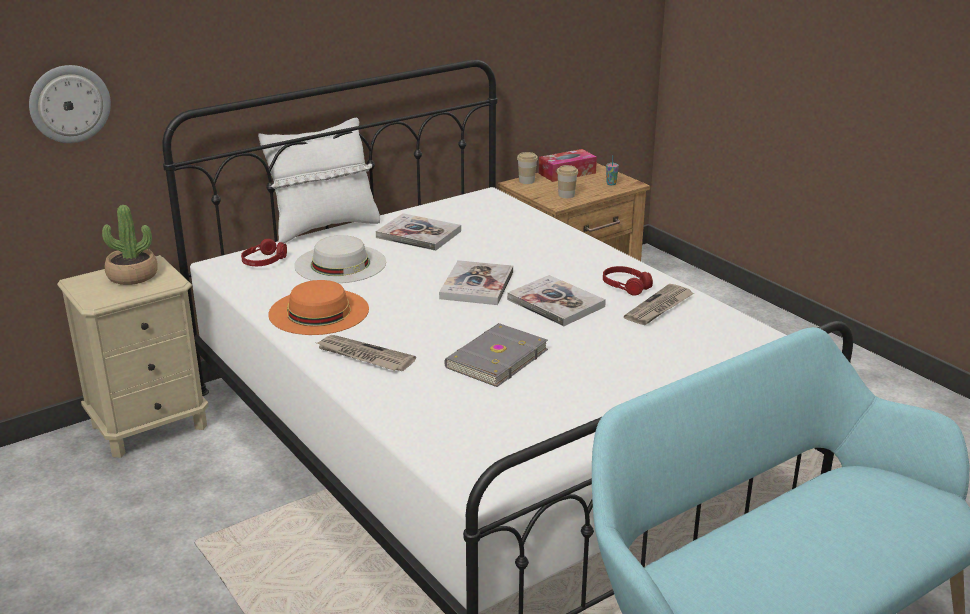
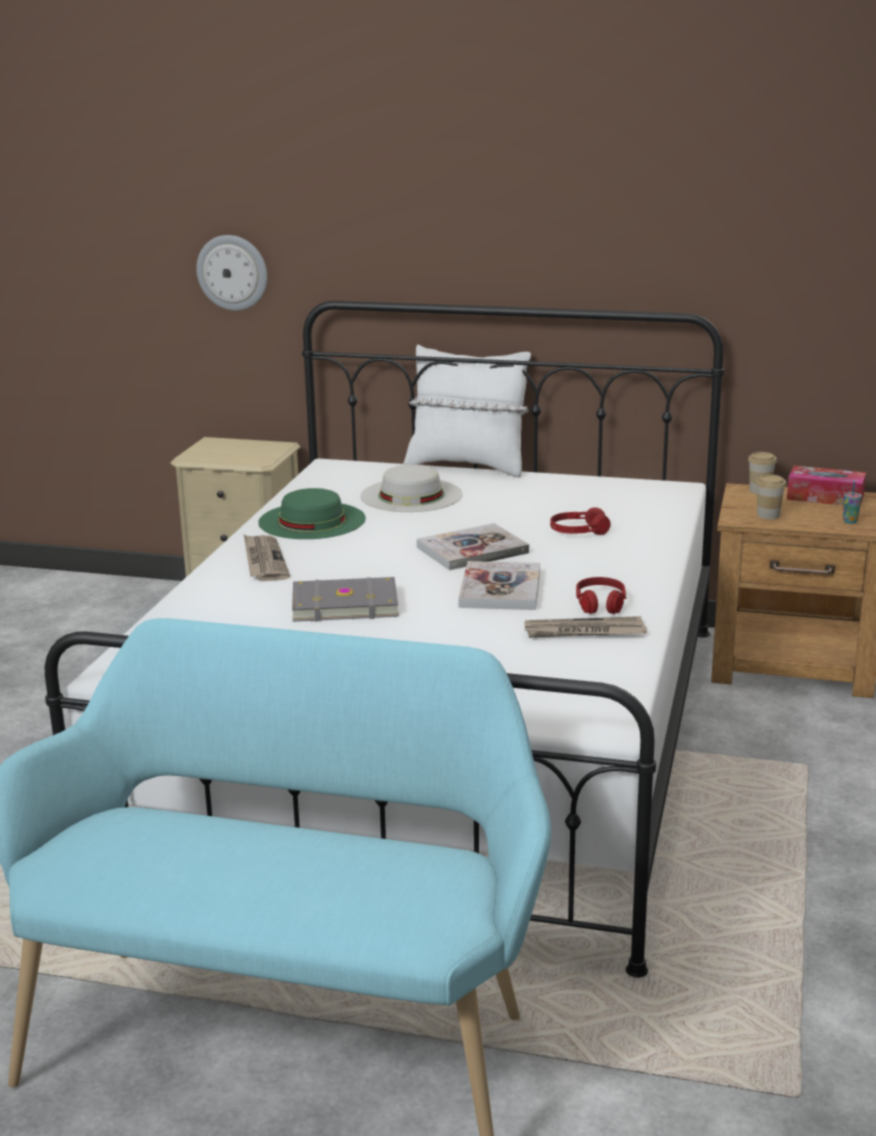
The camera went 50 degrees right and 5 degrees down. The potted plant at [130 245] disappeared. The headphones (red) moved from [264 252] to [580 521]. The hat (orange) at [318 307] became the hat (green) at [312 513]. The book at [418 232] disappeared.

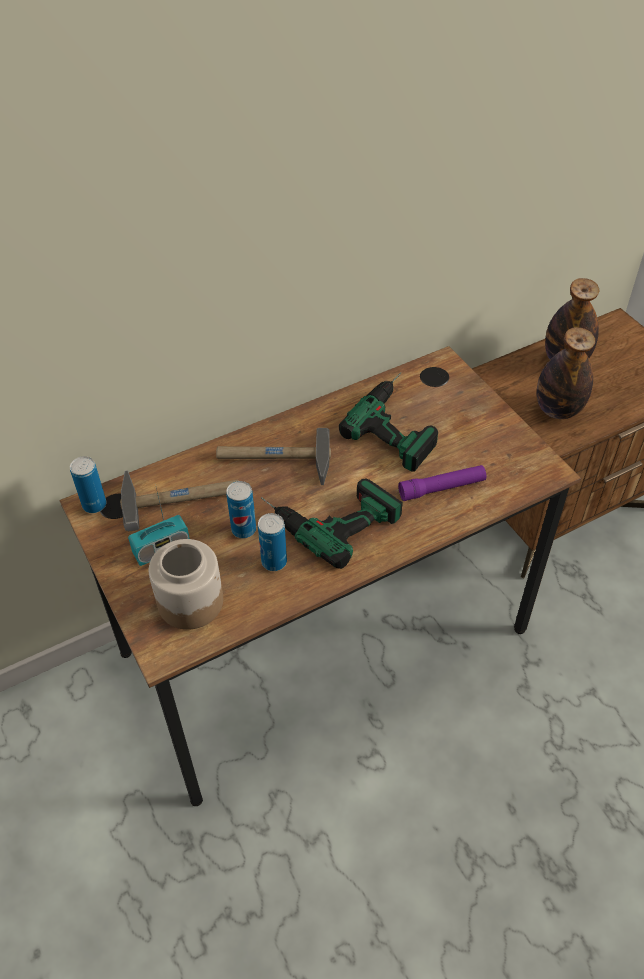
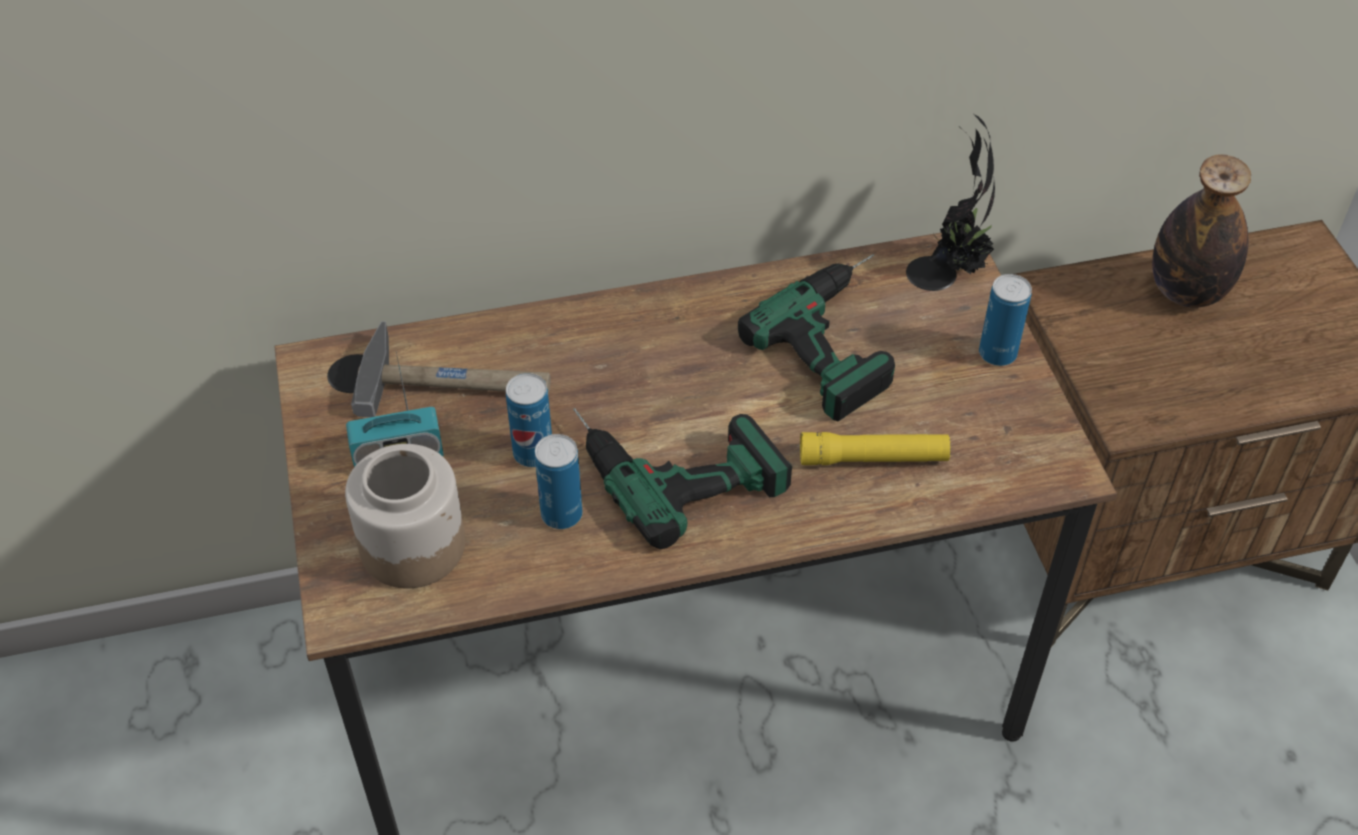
The camera went 15 degrees right and 0 degrees up. The can moved from [88 484] to [1005 320]. The hammer at [273 456] disappeared. The flashlight (purple) at [442 483] became the flashlight (yellow) at [875 448]. The bottle at [566 373] disappeared. The potted plant at [962 194] appeared.

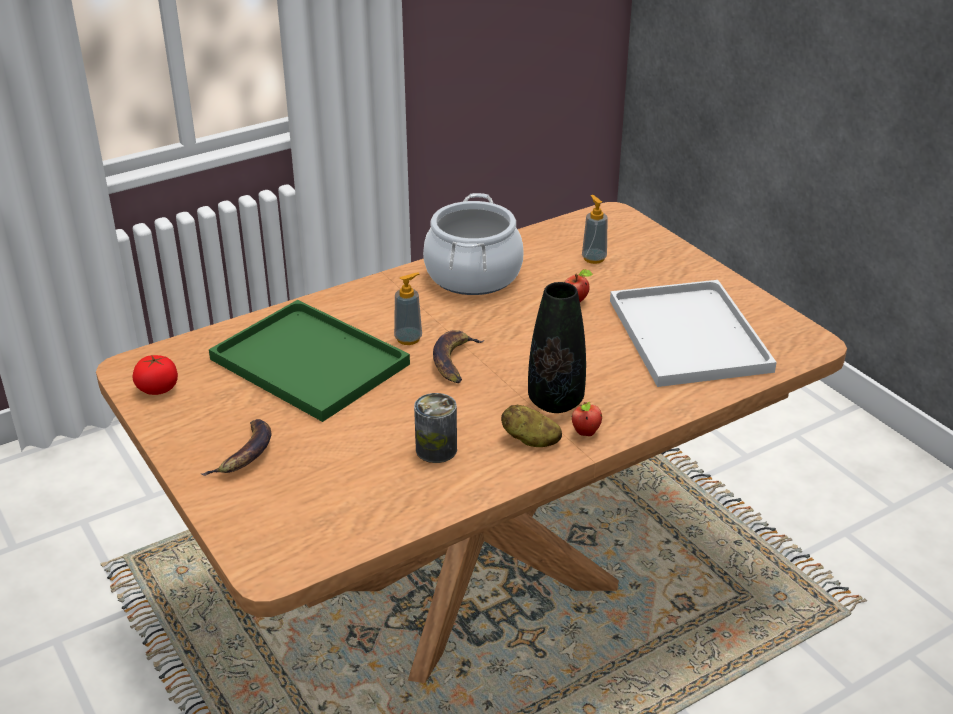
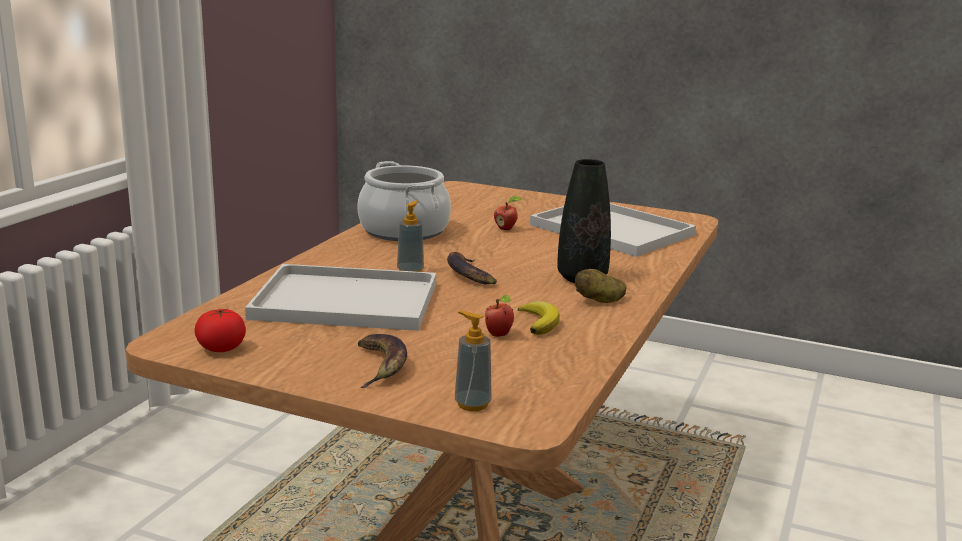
The camera went 35 degrees left and 15 degrees down. The tray (green) at [309 361] became the tray (white) at [340 297]. The can at [435 428] was replaced by the banana at [539 318]. The apple moved from [586 419] to [499 315]. The soap dispenser moved from [595 229] to [473 361].

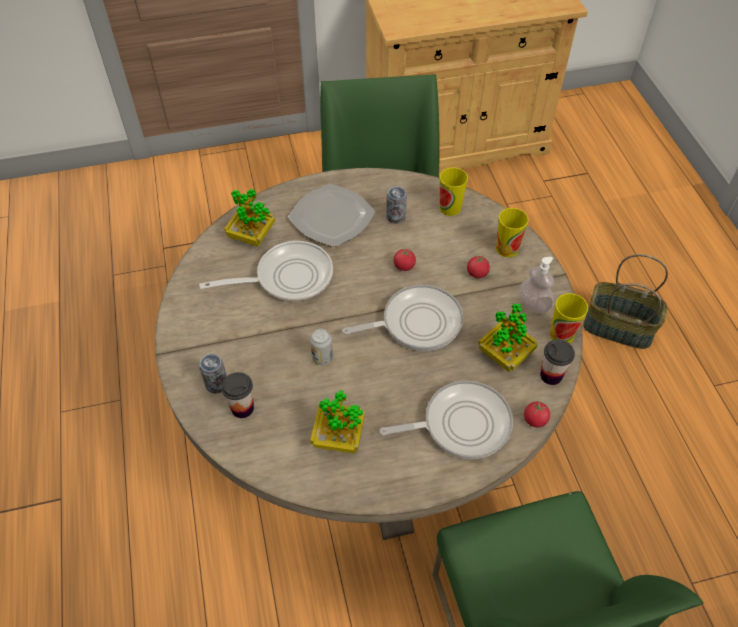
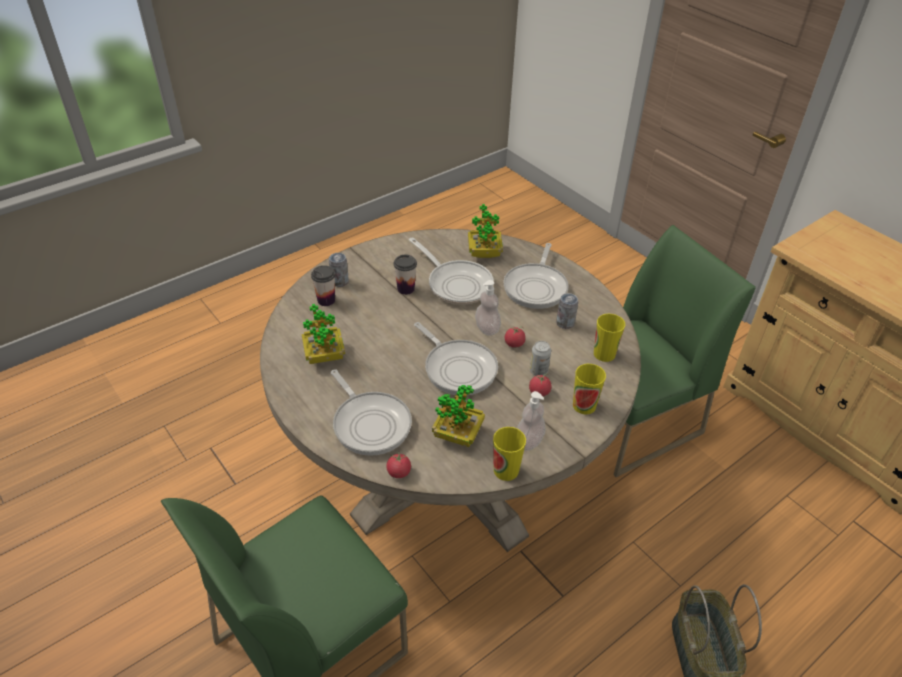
The camera went 65 degrees right and 10 degrees down. The plate at [332 215] was replaced by the frying pan at [536 276]. The can moved from [321 346] to [540 358]. The cup moved from [557 362] to [405 274]. The soap dispenser at [488 308] appeared.

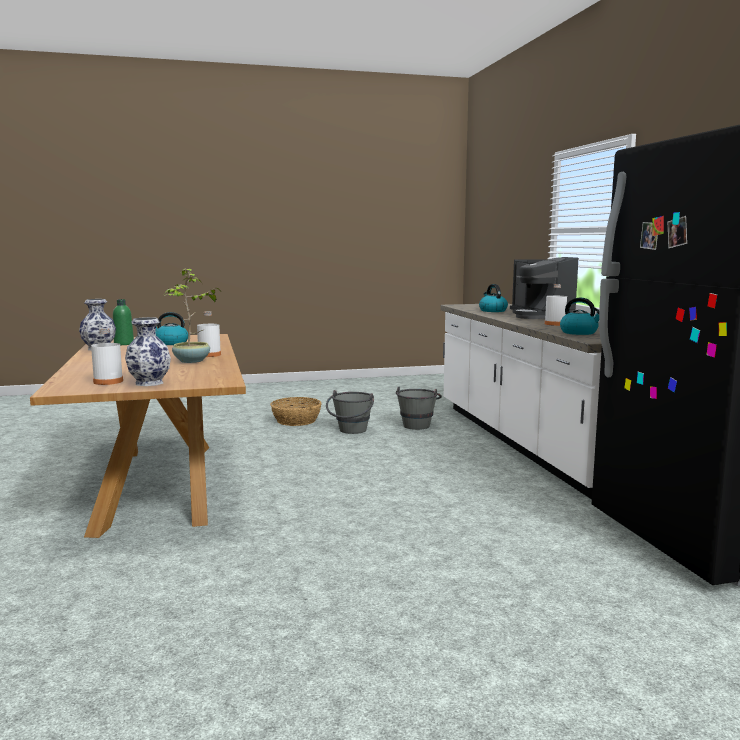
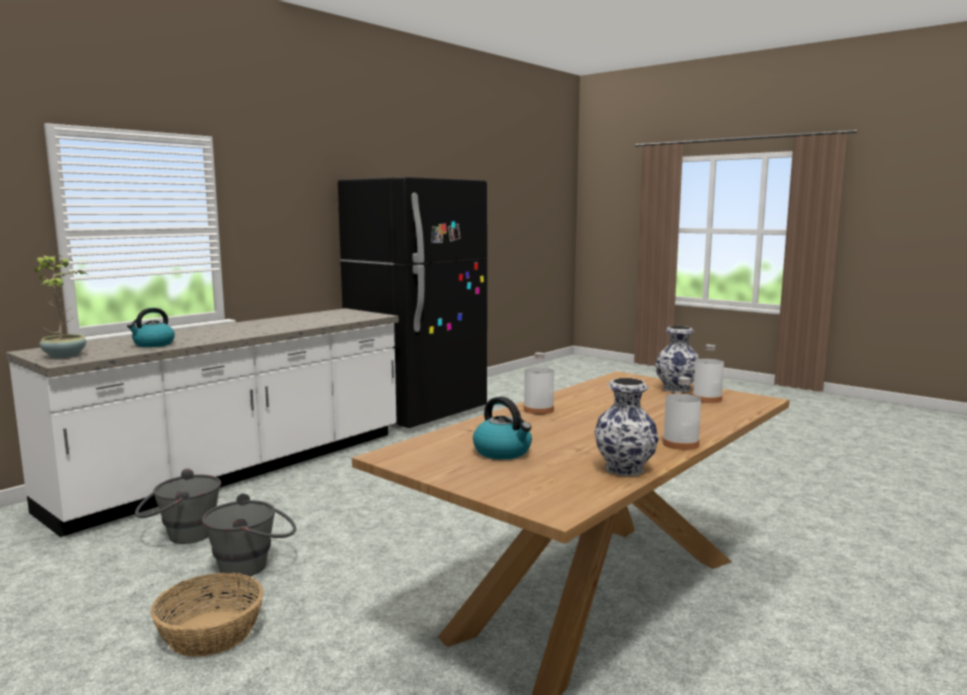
The camera went 125 degrees left and 0 degrees up. The bottle (green) at [123 322] disappeared. The potted plant moved from [192 315] to [60 306]. The coffee machine at [544 288] disappeared. The bottle (white) moved from [556 305] to [682 413]. The kettle at [579 316] disappeared.

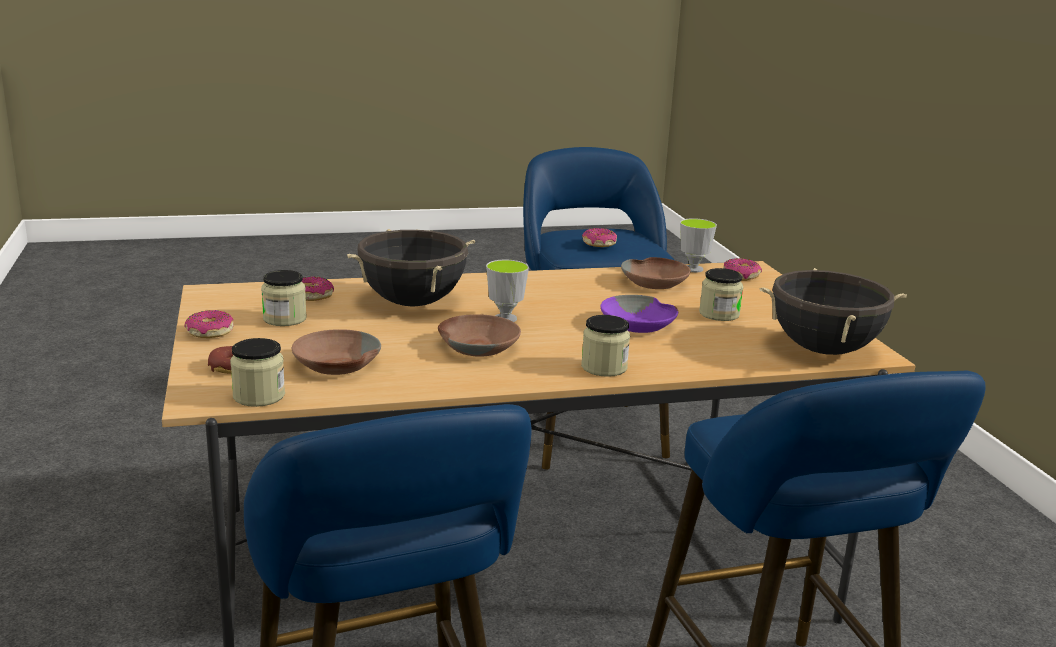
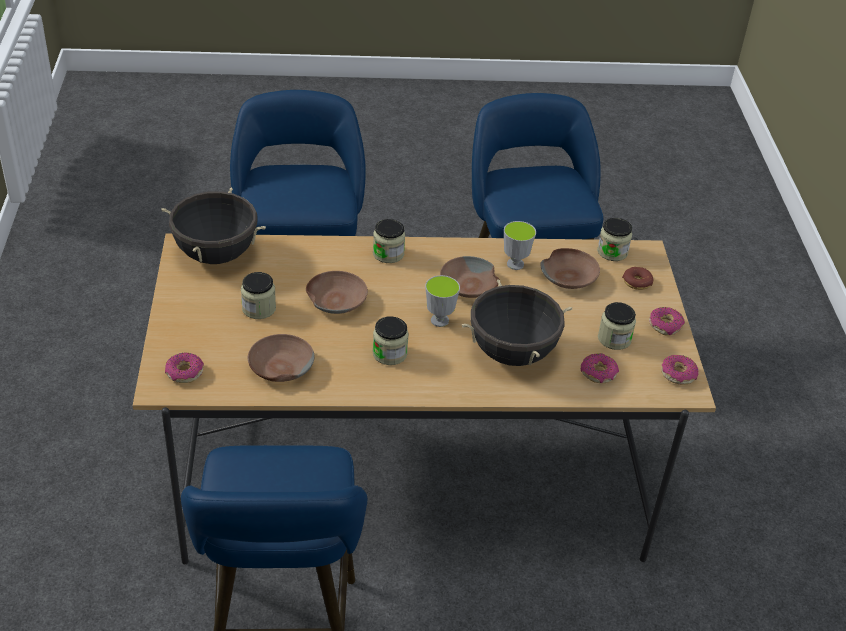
The camera went 170 degrees left and 20 degrees up. The donut moved from [599 237] to [679 370]. The bowl (purple) at [639 314] became the bowl (brown) at [337 292]. The cup moved from [698 245] to [520 245]. The jar at [391 340] appeared.

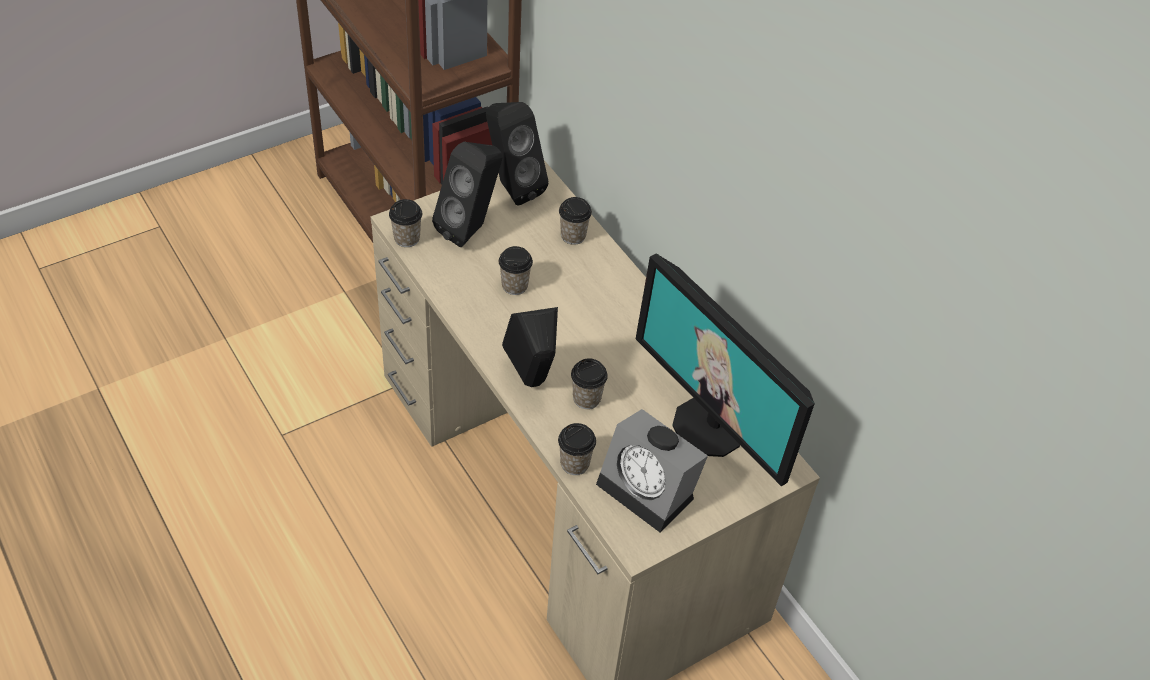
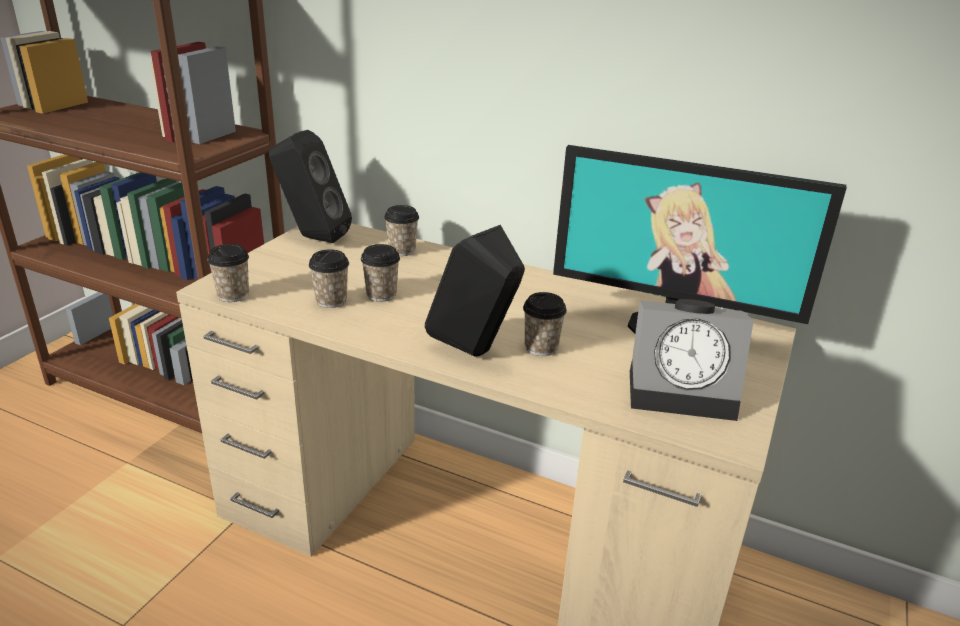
The camera went 30 degrees left and 20 degrees down. The speaker (black) at [467 194] disappeared. The cup moved from [577 449] to [329 278].

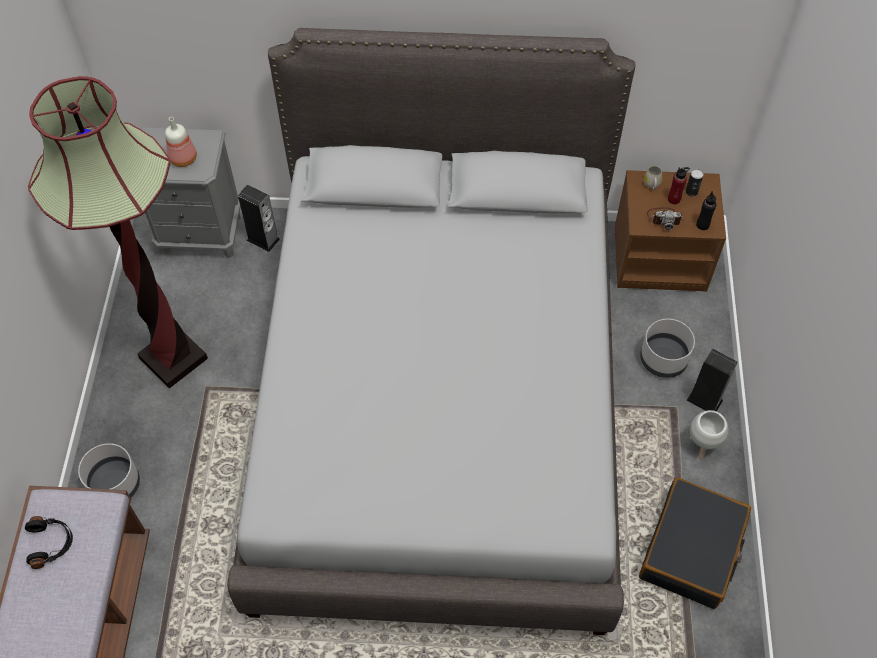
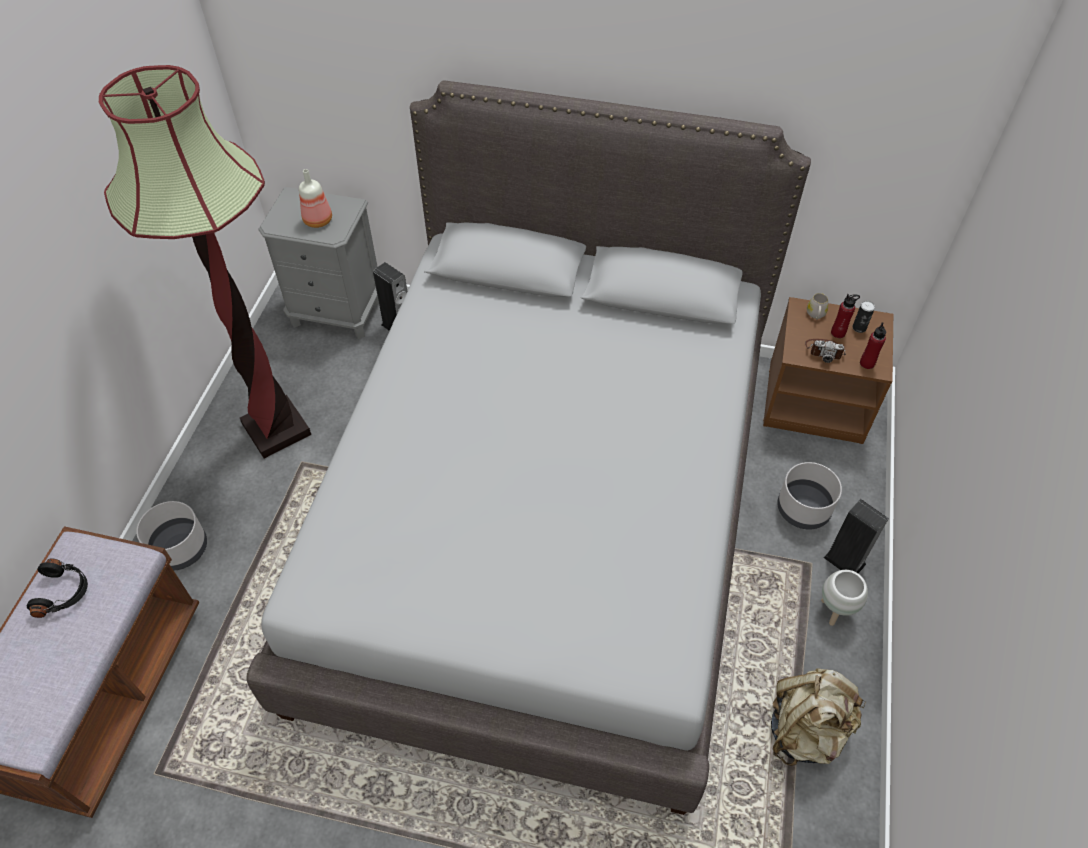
The camera went 10 degrees right and 5 degrees down. The suitcase (black) at [695 543] was replaced by the backpack (beige) at [818 717]. The bottle (black) at [706 210] became the bottle (red) at [873 345].

